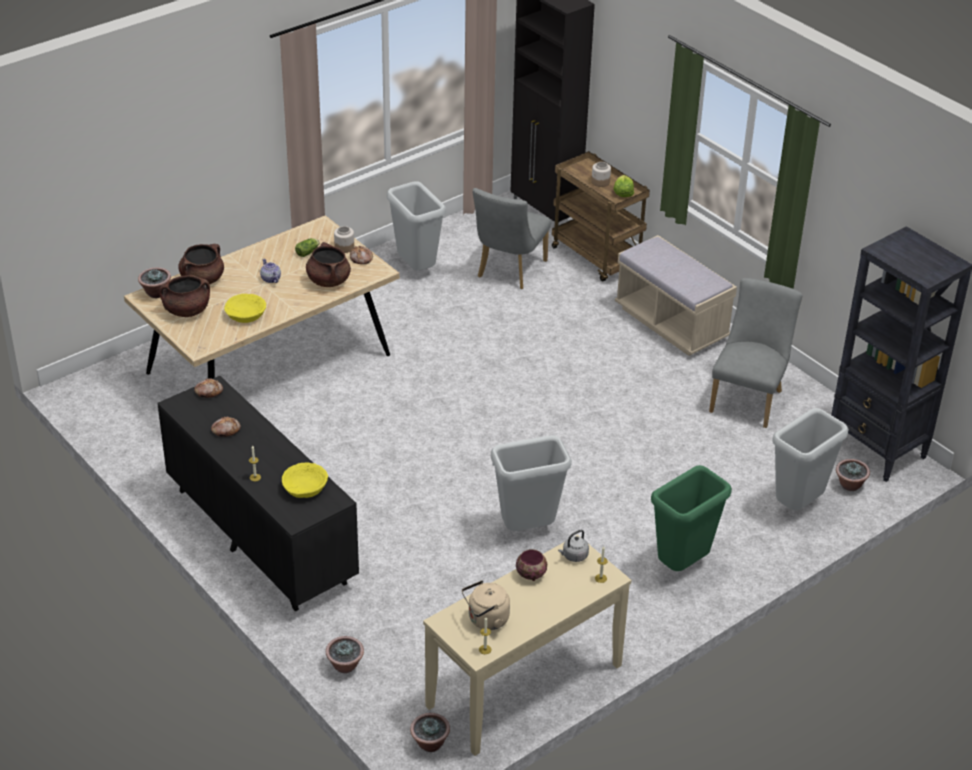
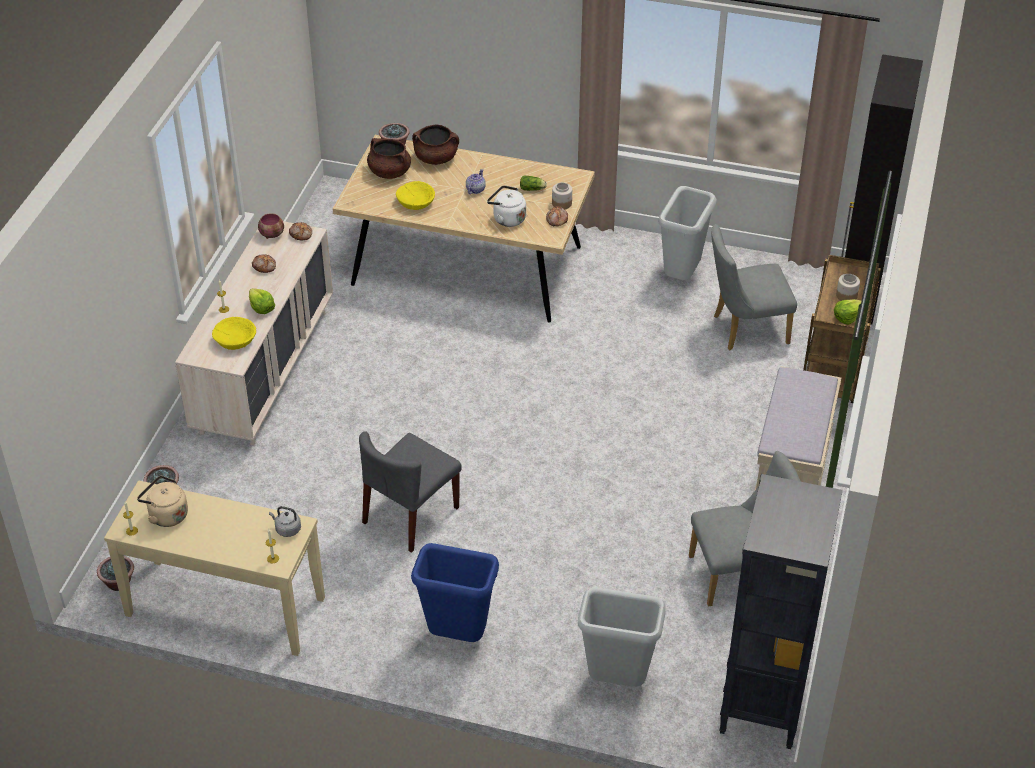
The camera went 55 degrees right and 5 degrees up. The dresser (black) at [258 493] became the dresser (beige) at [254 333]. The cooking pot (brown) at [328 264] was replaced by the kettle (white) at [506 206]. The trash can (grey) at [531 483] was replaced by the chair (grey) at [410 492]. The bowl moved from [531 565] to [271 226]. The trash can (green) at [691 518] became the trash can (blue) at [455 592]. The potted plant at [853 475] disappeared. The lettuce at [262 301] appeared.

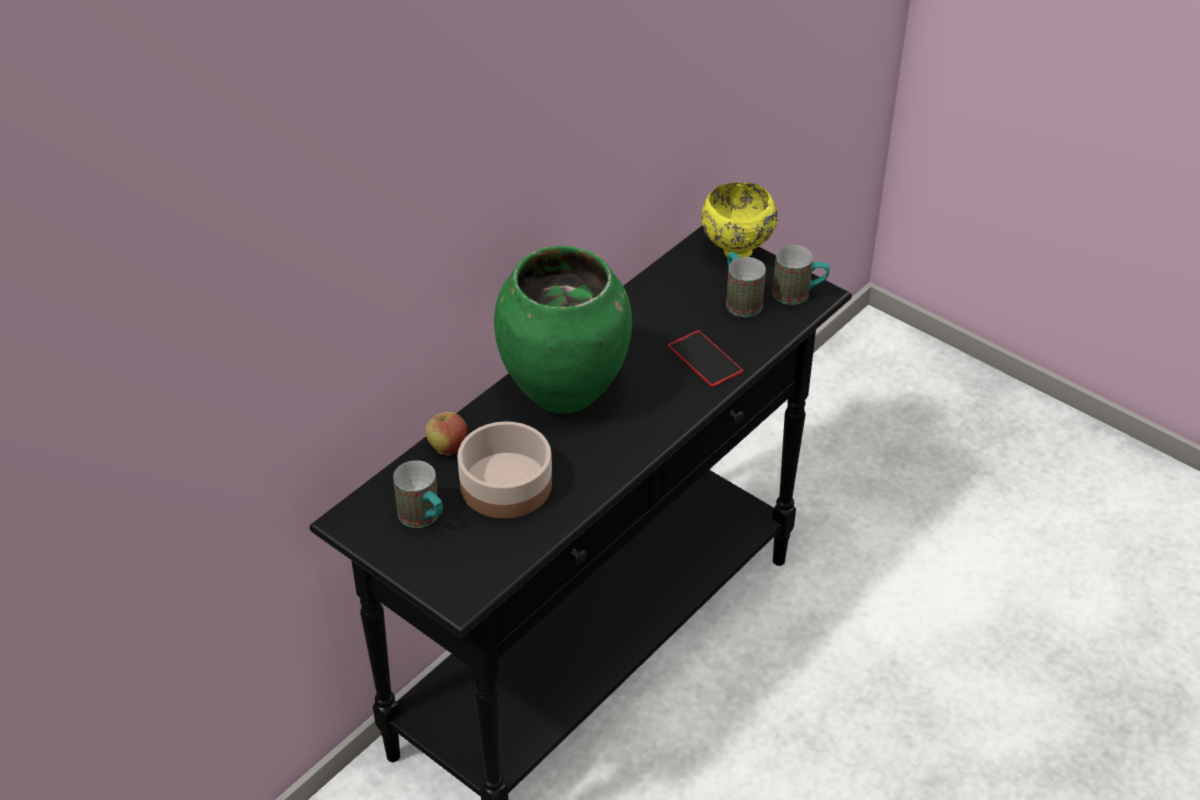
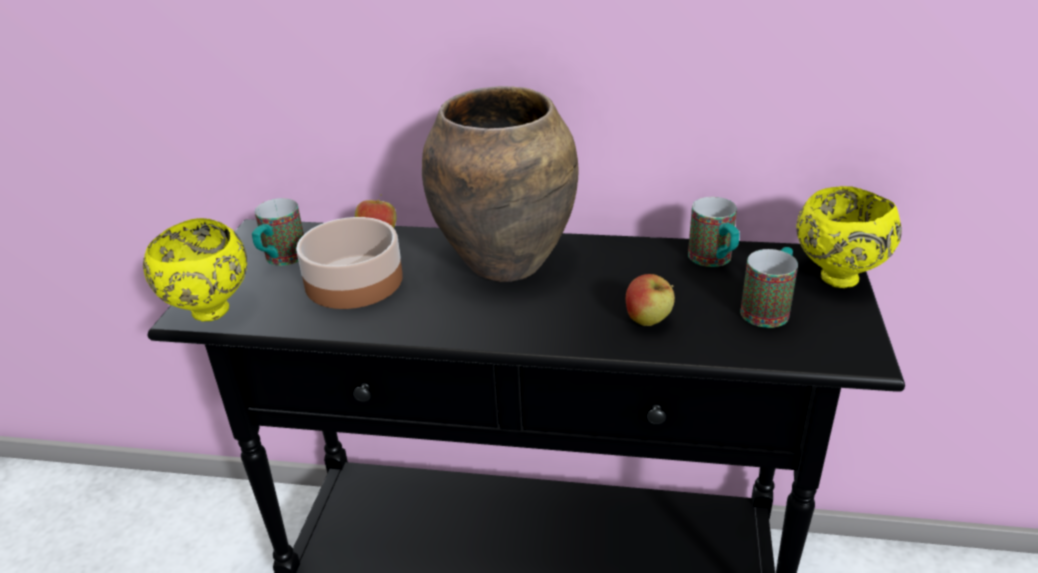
The camera went 60 degrees right and 10 degrees down. The vase (green) at [563 330] became the vase (brown) at [500 184]. The phone at [705 358] was replaced by the apple at [650 300]. The mug moved from [801 275] to [714 232]. The bowl (yellow) at [195 270] appeared.

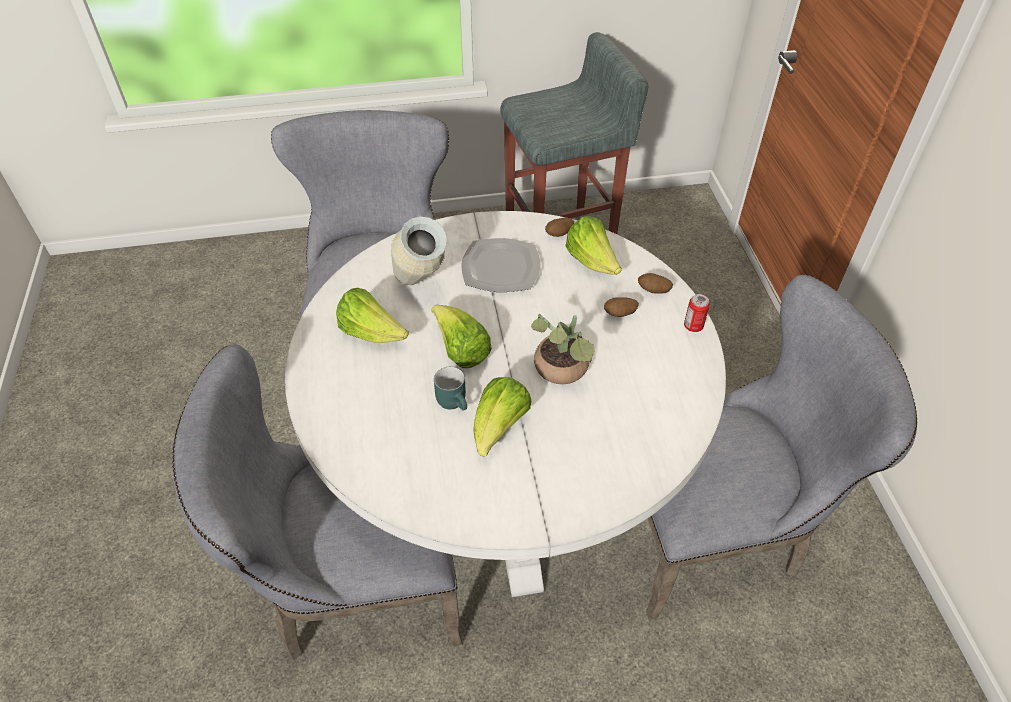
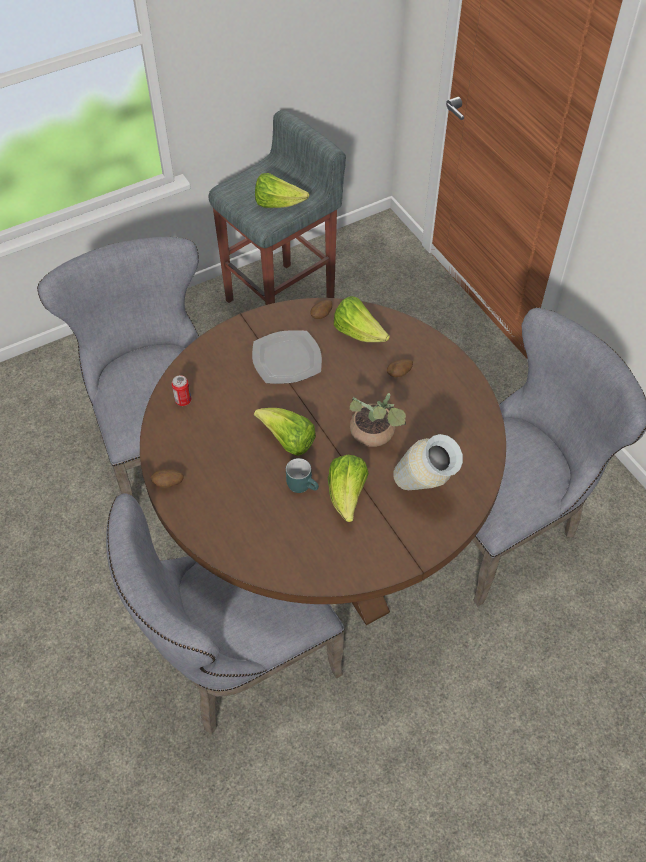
The camera went 20 degrees left and 5 degrees up. The dining table (white) at [505 404] became the dining table (brown) at [323 461]. The lettuce moved from [372 315] to [282 190]. The vase moved from [419 250] to [428 462]. The potato moved from [655 283] to [167 478]. The can moved from [697 313] to [181 390].

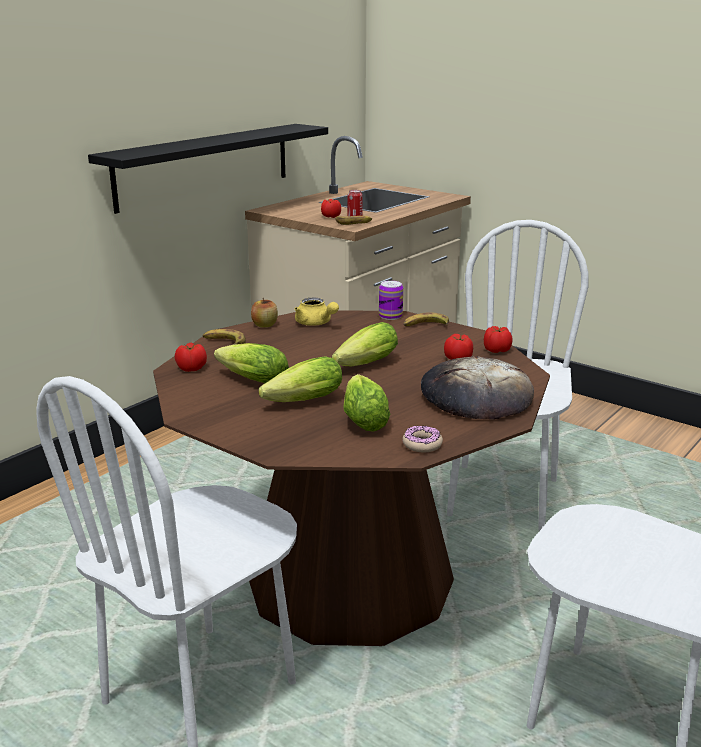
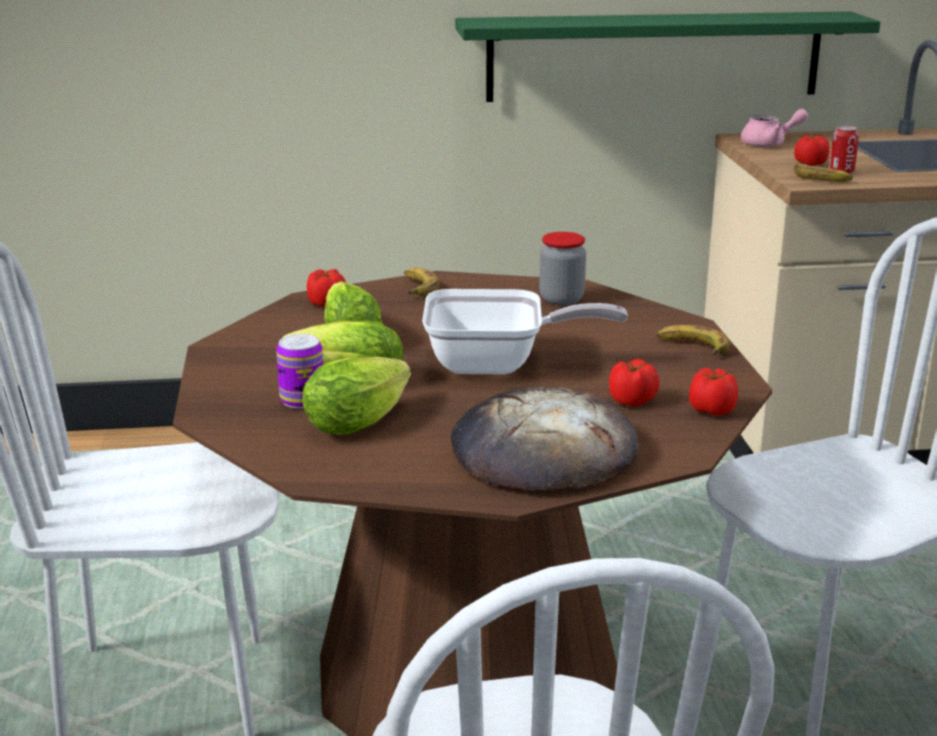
The camera went 45 degrees right and 0 degrees up. The shelf (black) at [208 169] became the shelf (green) at [667 56]. The apple at [264 313] disappeared. The teapot (yellow) at [317 312] was replaced by the jar at [562 269]. The lettuce at [365 344] was replaced by the frying pan at [525 331]. The can moved from [391 300] to [299 371]. The donut at [422 439] disappeared. The teapot (pink) at [774 128] appeared.

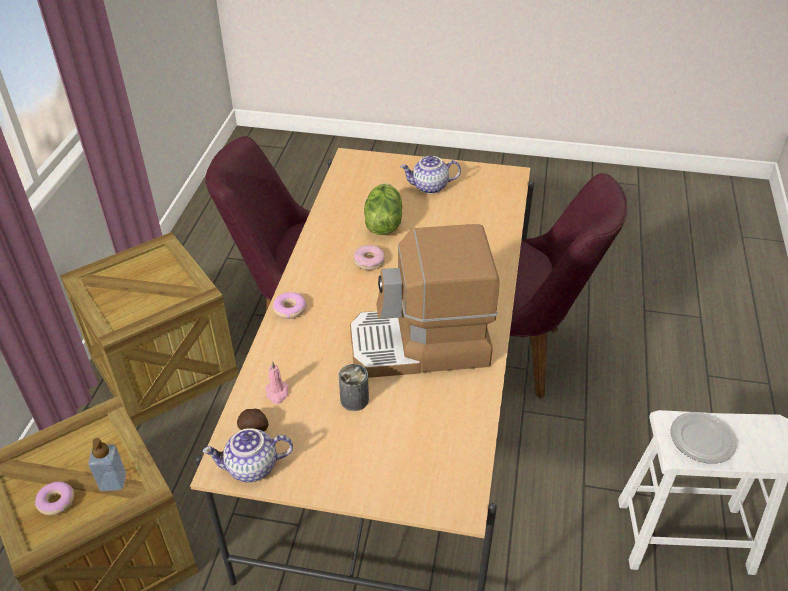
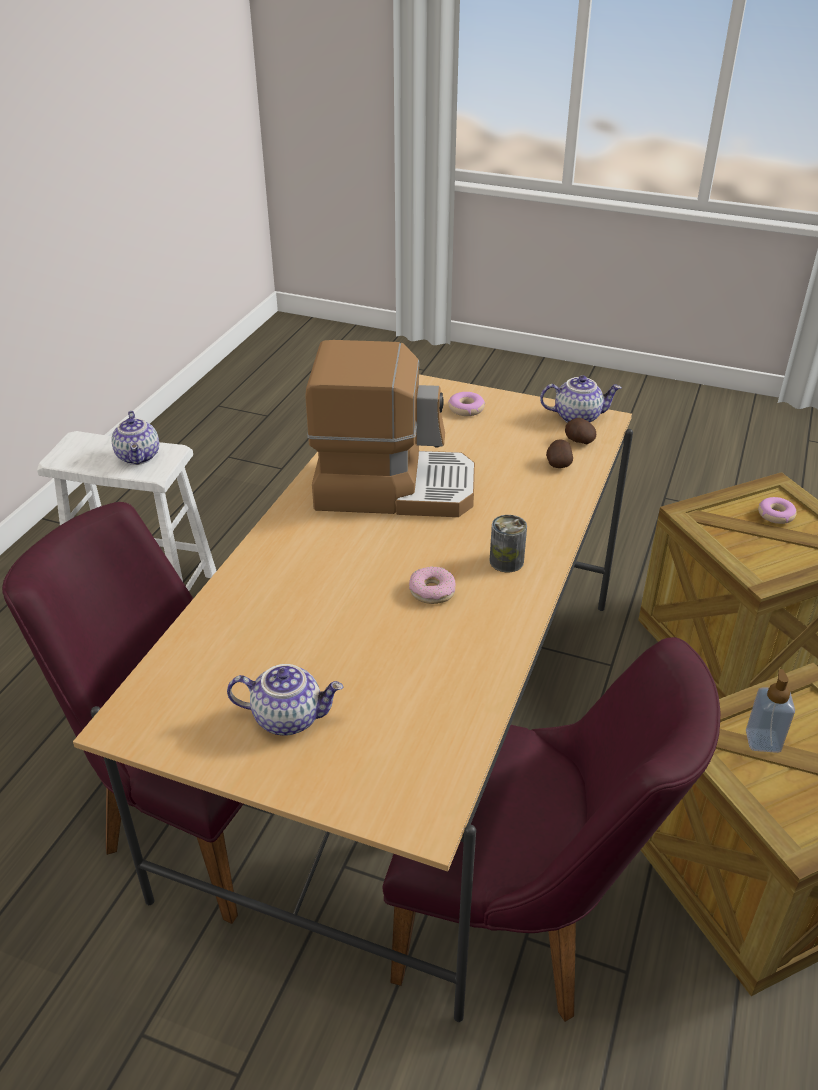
The camera went 170 degrees left and 5 degrees down. The soap dispenser moved from [107 464] to [770 711]. The candle (pink) at [277 382] was replaced by the potato at [559 453]. The donut moved from [289 305] to [466 404]. The can moved from [354 387] to [508 543]. The lettuce at [383 209] disappeared. The plate at [703 438] was replaced by the teapot at [135 438].

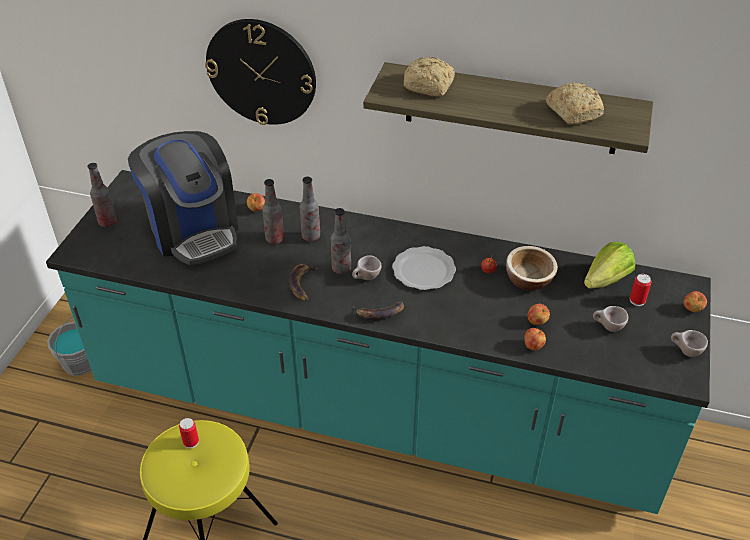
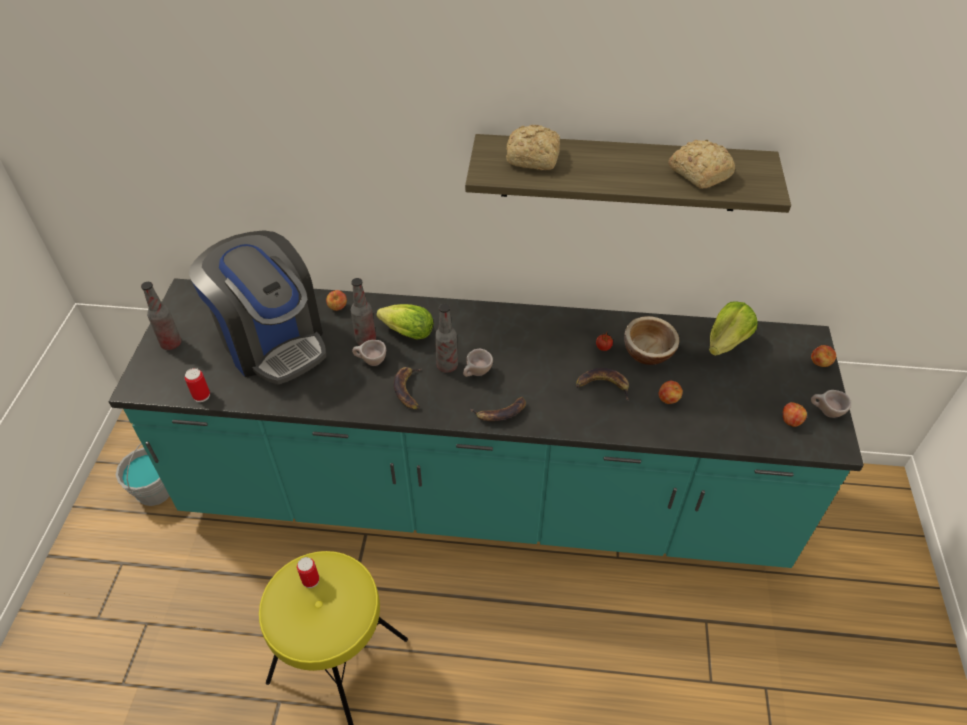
The camera went 10 degrees left and 5 degrees up. The wall clock at [260 72] disappeared. The bottle at [310 209] was replaced by the lettuce at [405 322]. The plate at [424 268] disappeared. The apple moved from [535 339] to [795 414]. The cup (beige) moved from [610 319] to [369 353]. The can moved from [640 290] to [197 385]. The banana at [602 384] appeared.

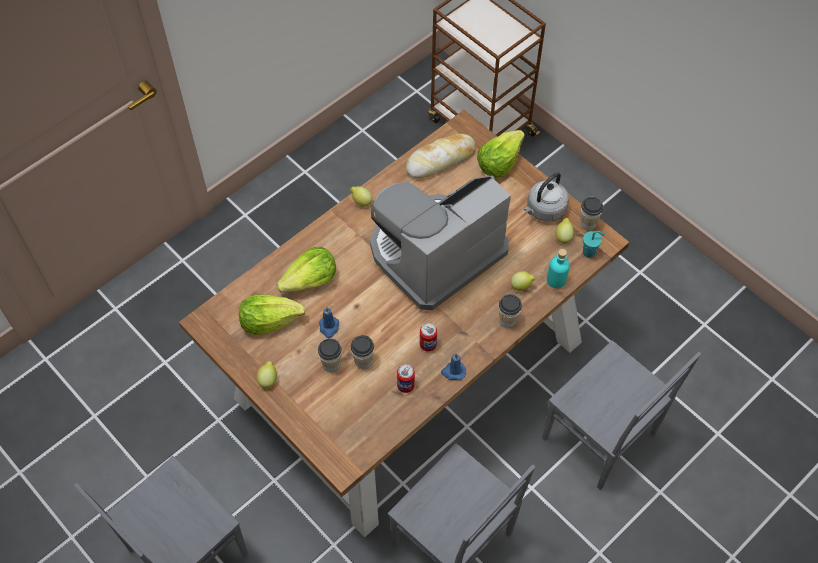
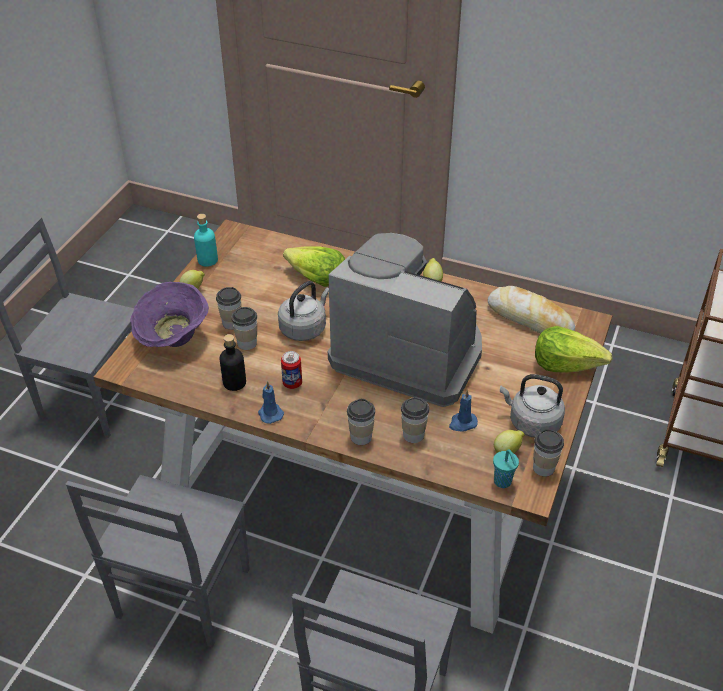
The camera went 65 degrees right and 15 degrees down. The lettuce at [272 314] disappeared. The candle (blue) moved from [329 322] to [463 411]. The can at [406 378] was replaced by the bottle (black) at [233 362]. The lemon at [522 281] was replaced by the cup at [415 420]. The bottle (turquoise) moved from [558 268] to [206 240]. The bowl (purple) at [169 314] appeared. The kettle (grey) at [303 311] appeared.

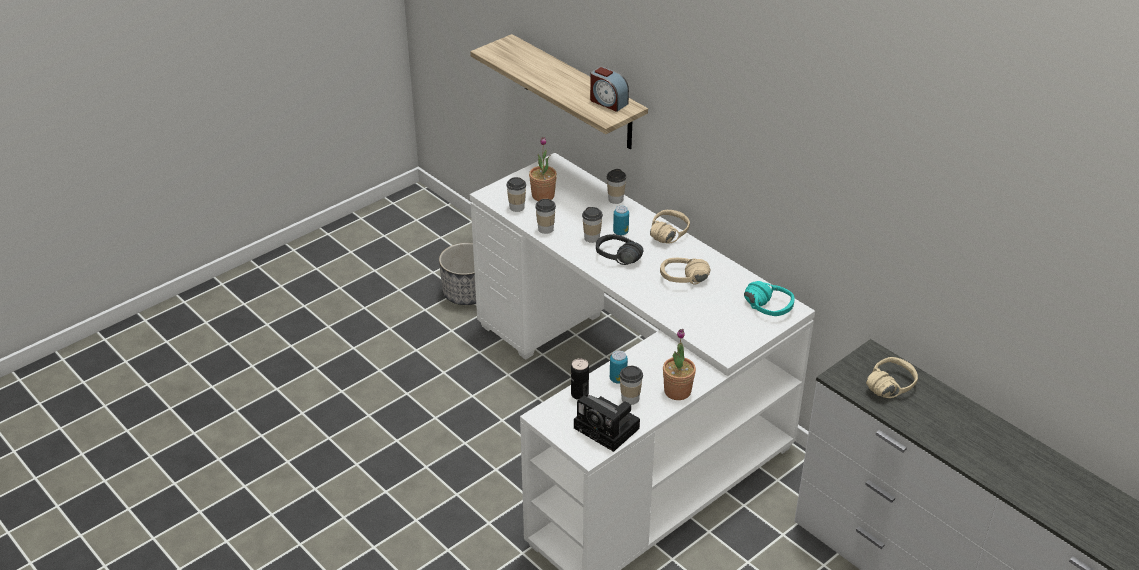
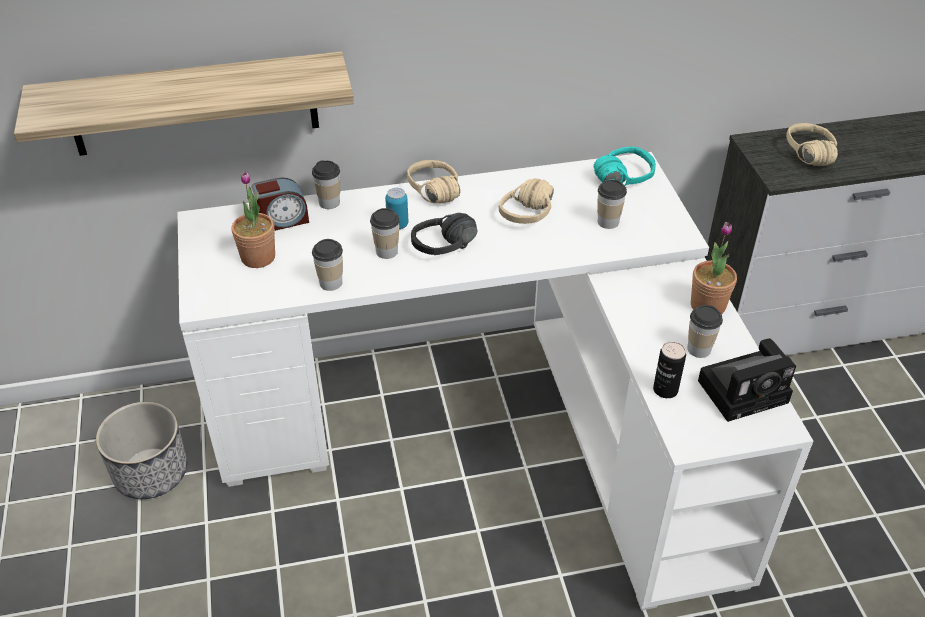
The camera went 60 degrees left and 5 degrees up. The cup moved from [516 194] to [612 204]. The alarm clock moved from [609 89] to [280 204]. The can at [619 366] disappeared.

